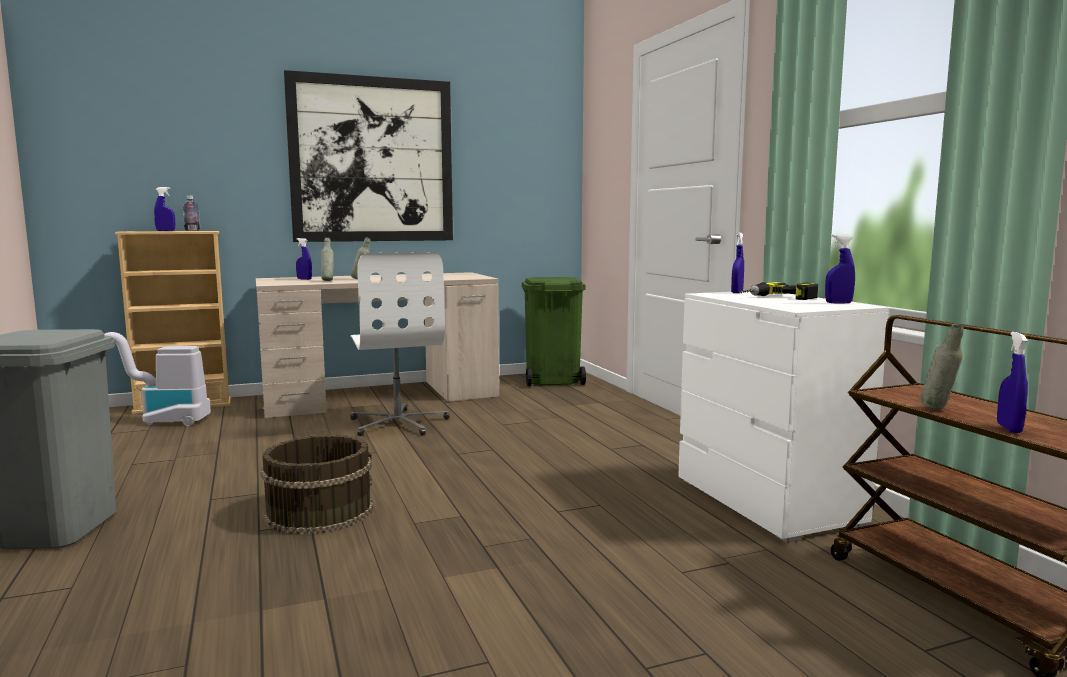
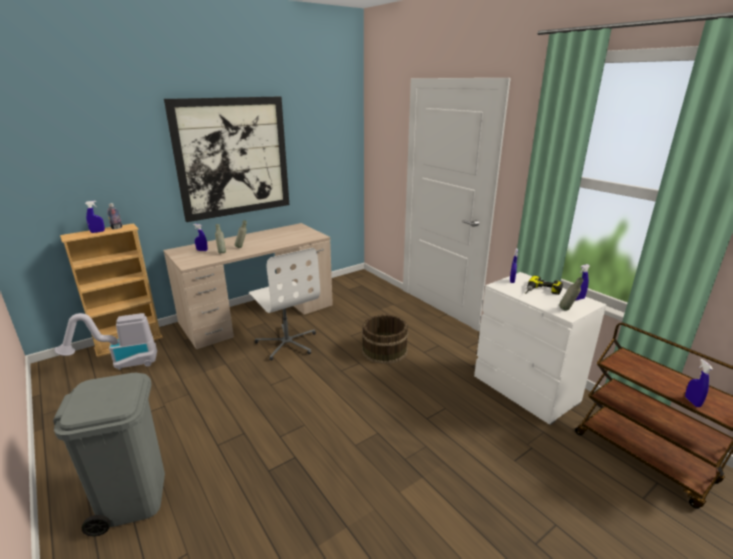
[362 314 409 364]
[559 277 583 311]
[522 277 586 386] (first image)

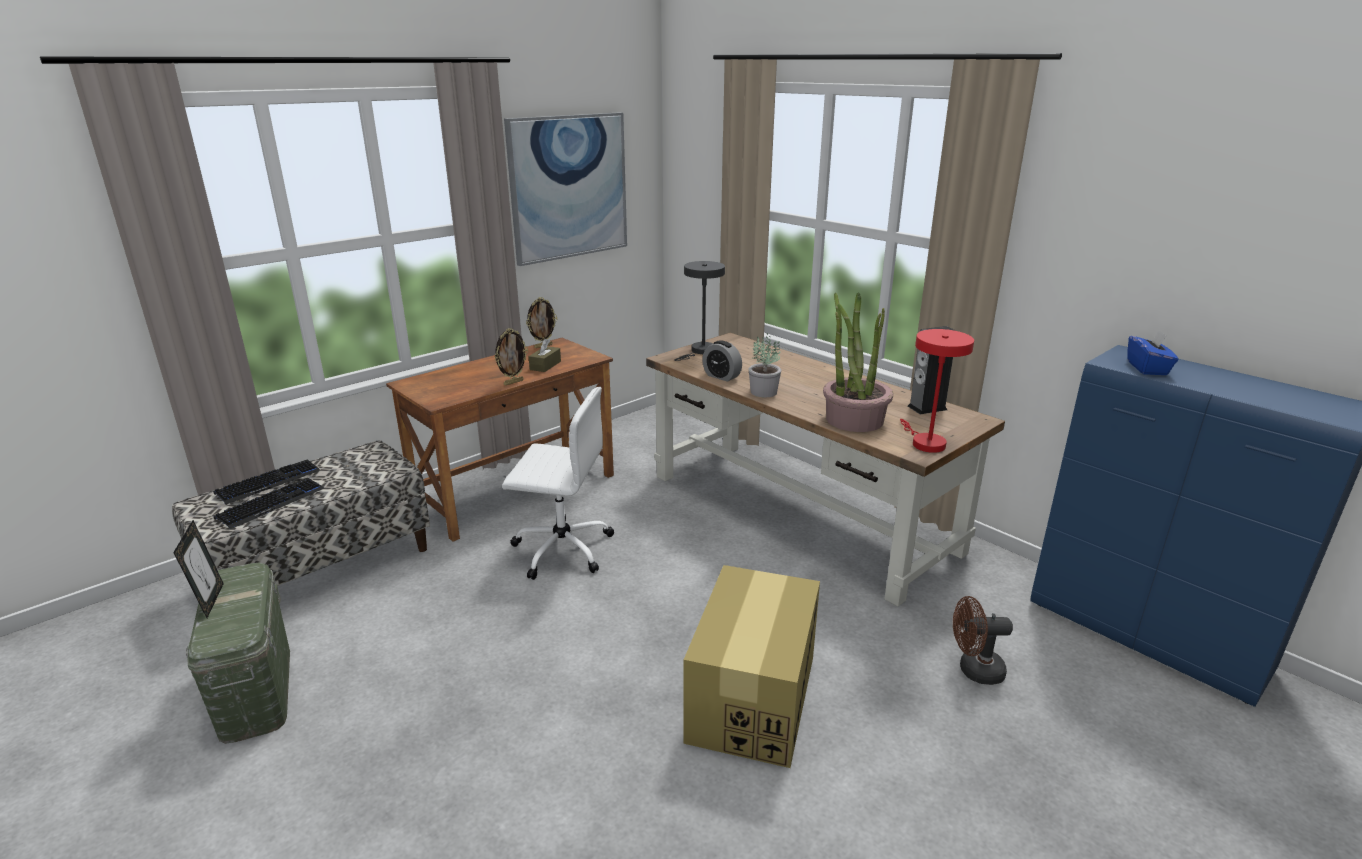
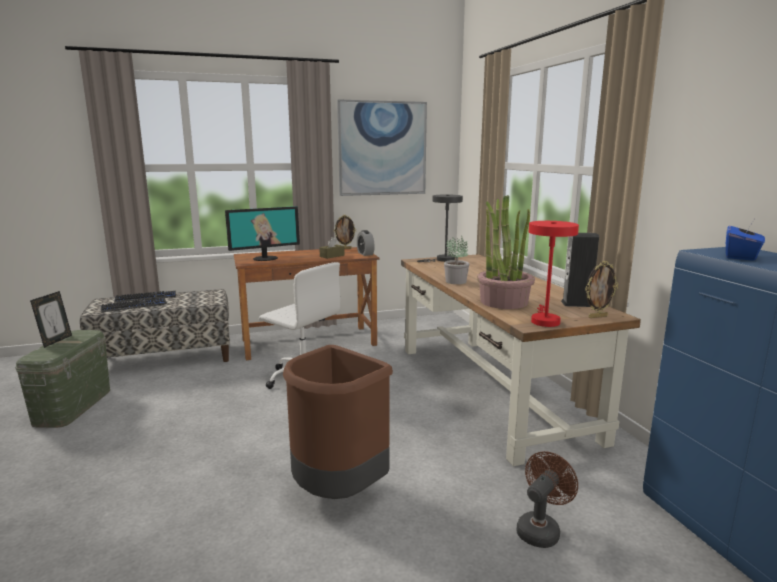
[225 206 300 261]
[283 345 393 499]
[357 230 375 256]
[516 451 578 548]
[585 261 618 318]

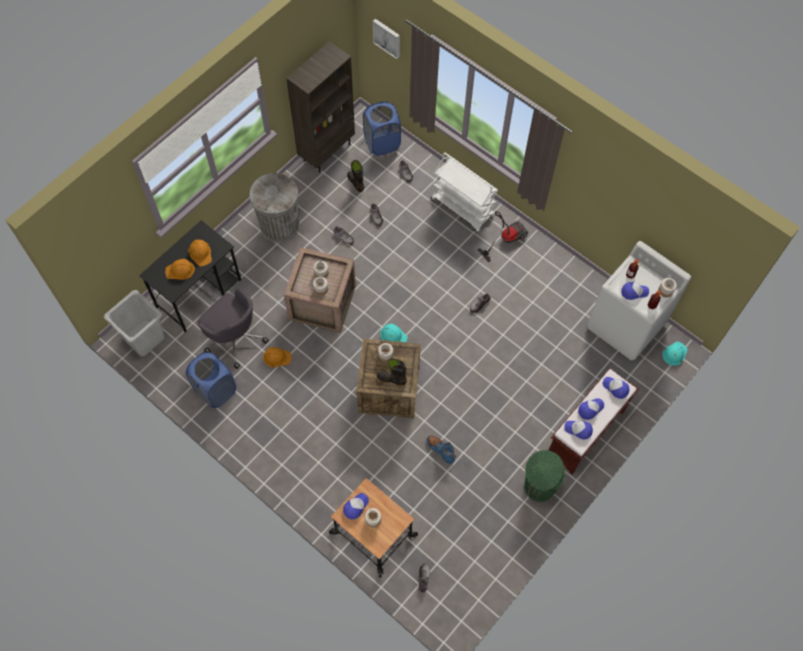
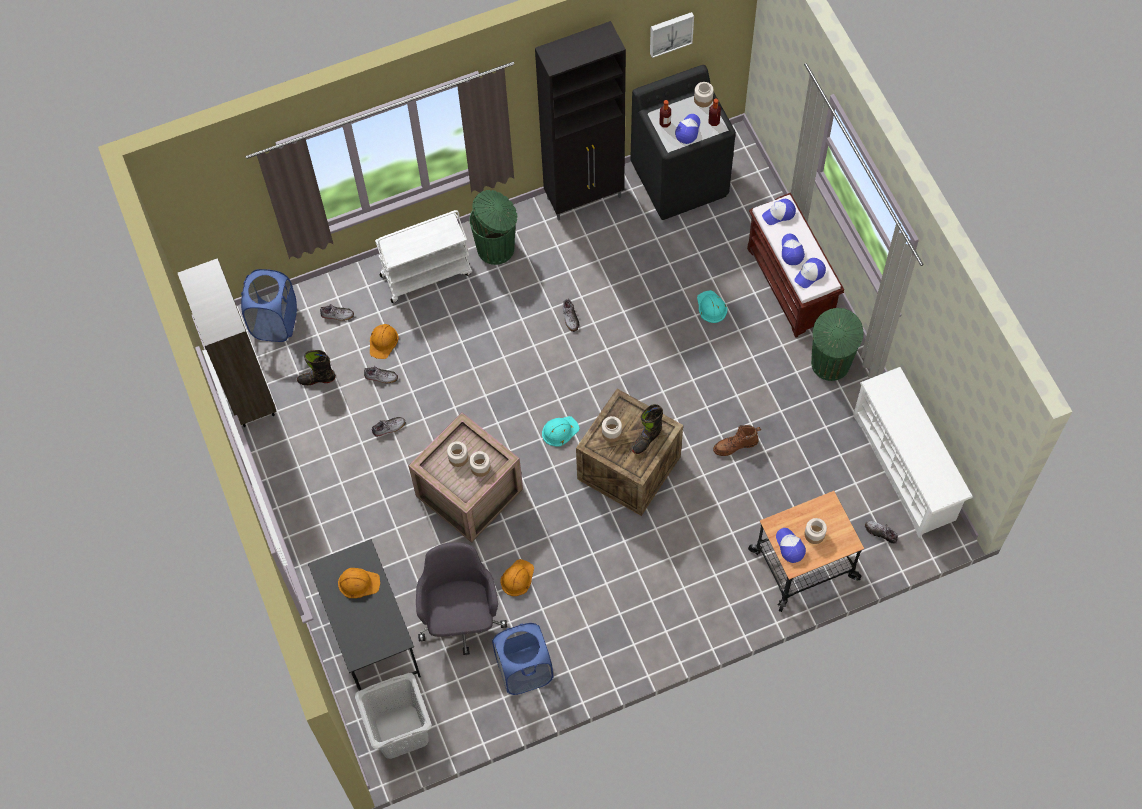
[370 324 399 359]
[416 542 507 655]
[469 190 518 265]
[535 21 626 221]
[630 65 736 220]
[650 12 694 58]
[697 290 728 323]
[713 425 761 456]
[853 367 973 538]
[250 173 300 243] (first image)

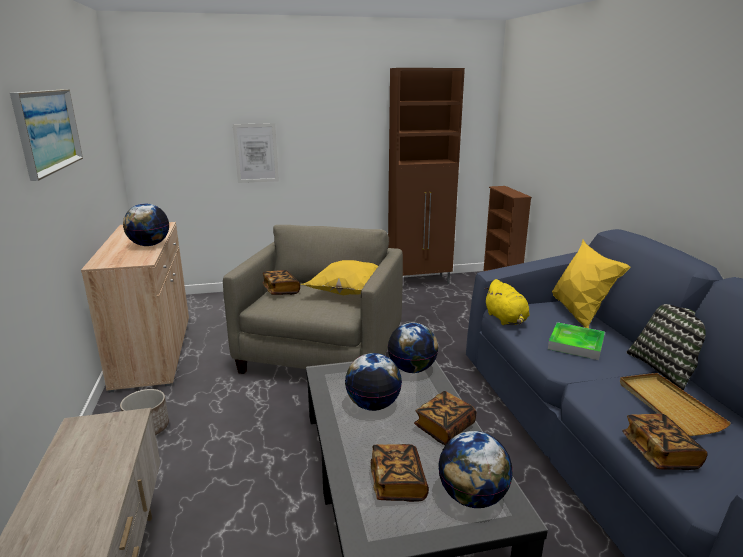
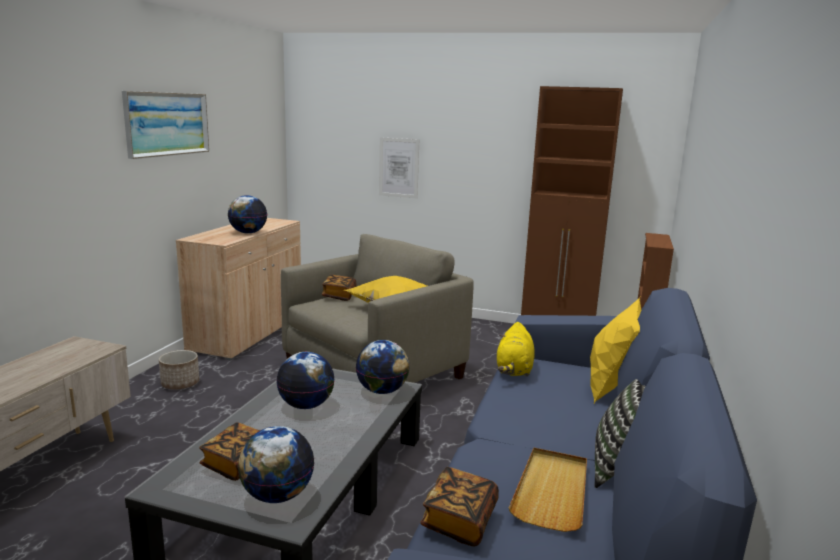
[414 391 476 445] (first image)
[548 322 605 360] (first image)

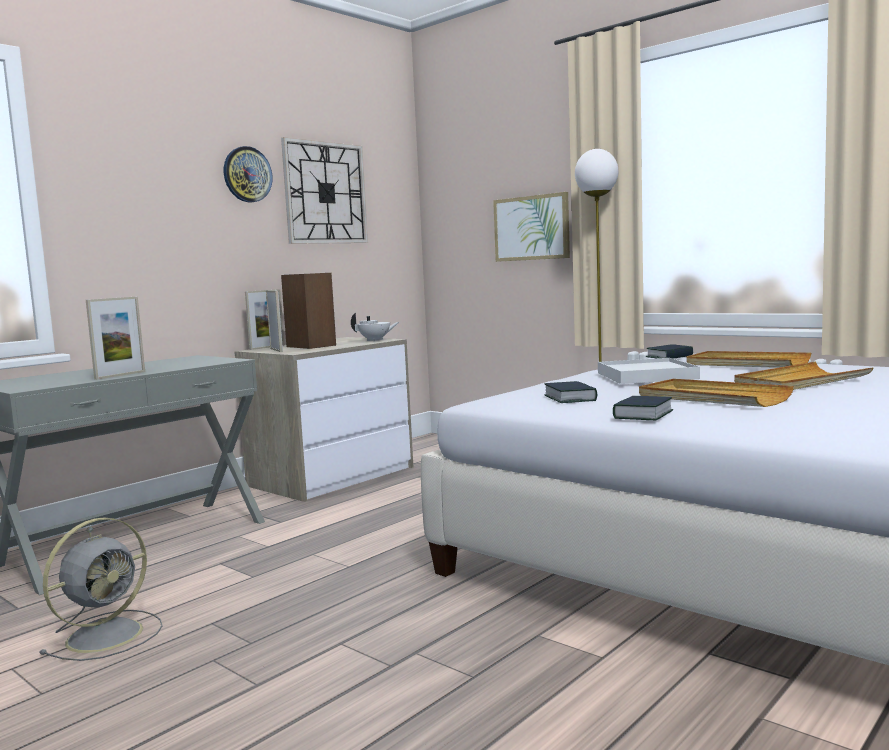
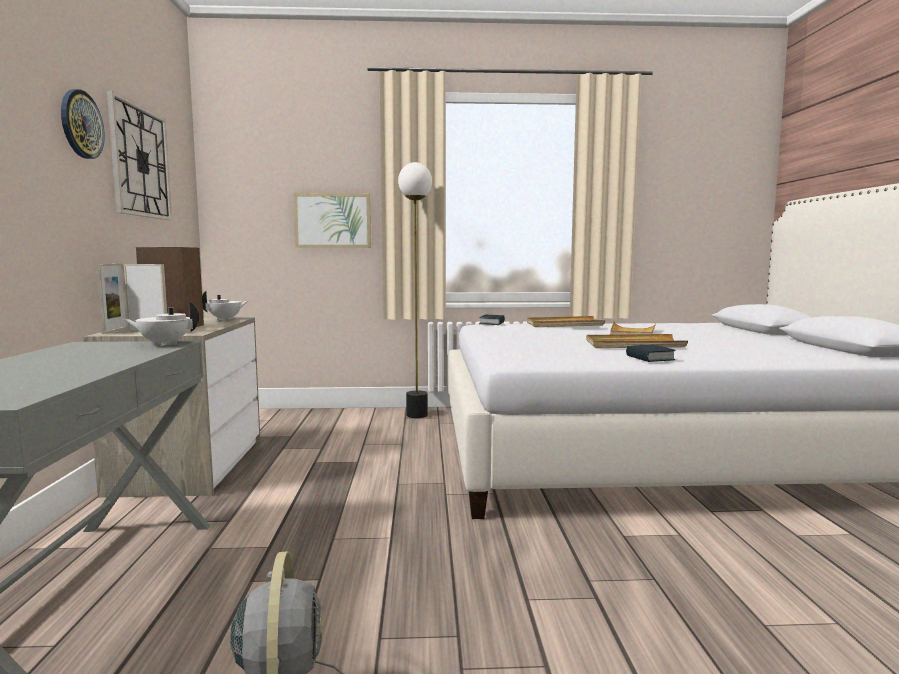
[124 301 199 346]
[86 297 145 380] (first image)
[544 381 597 403] (first image)
[598 358 700 384] (first image)

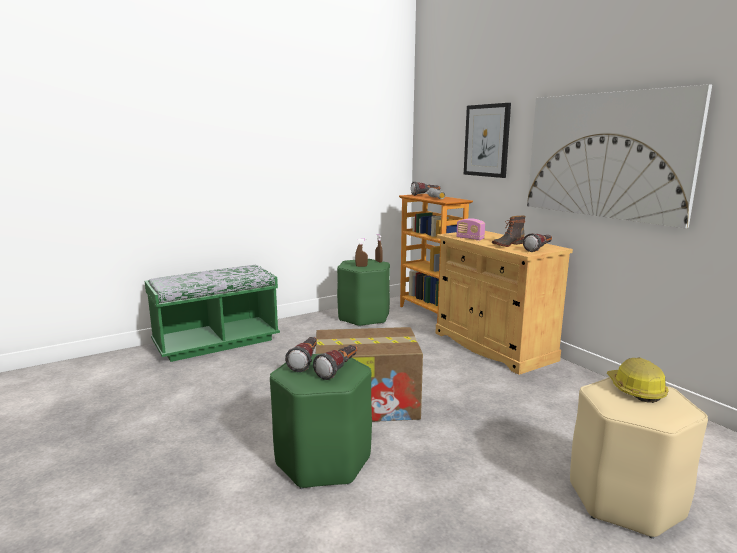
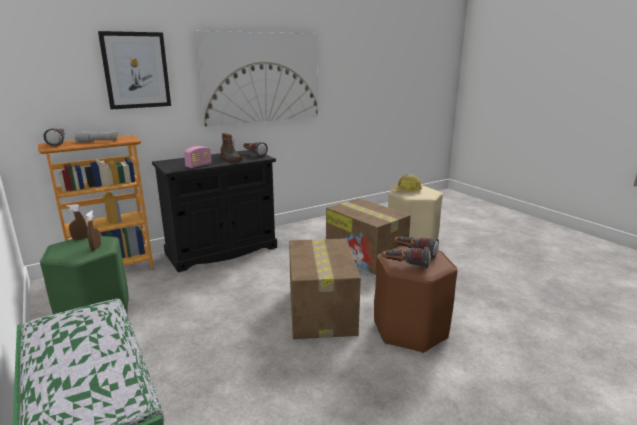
[152 150 277 272]
[326 198 411 275]
[374 245 458 353]

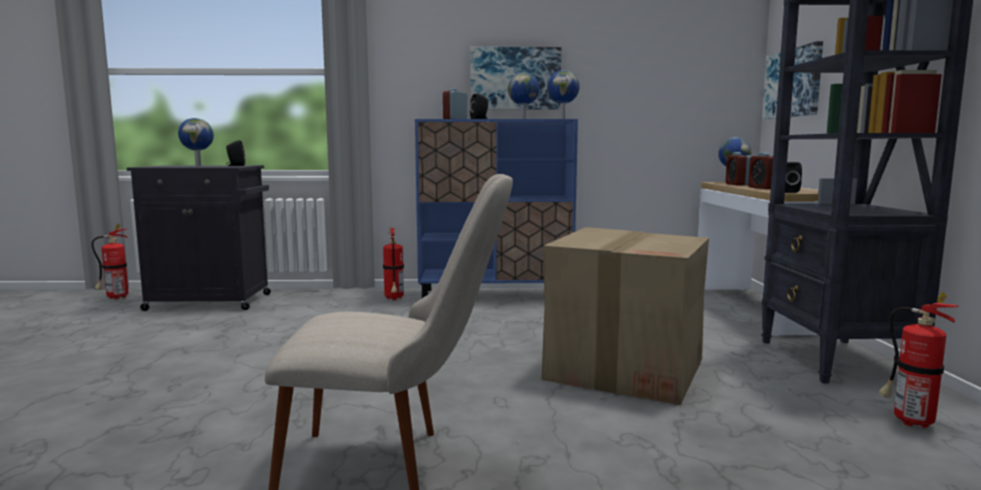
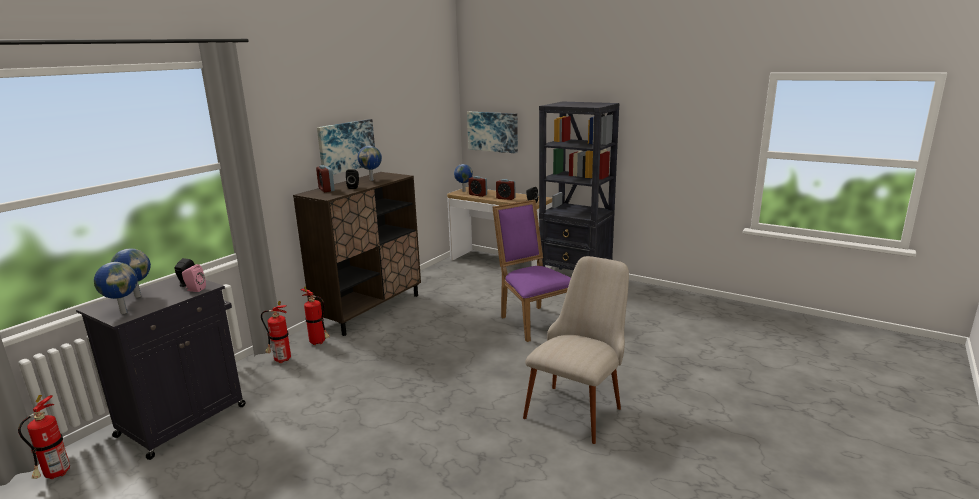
[94 262 137 314]
[182 264 206 292]
[261 301 291 363]
[293 172 421 336]
[493 200 571 342]

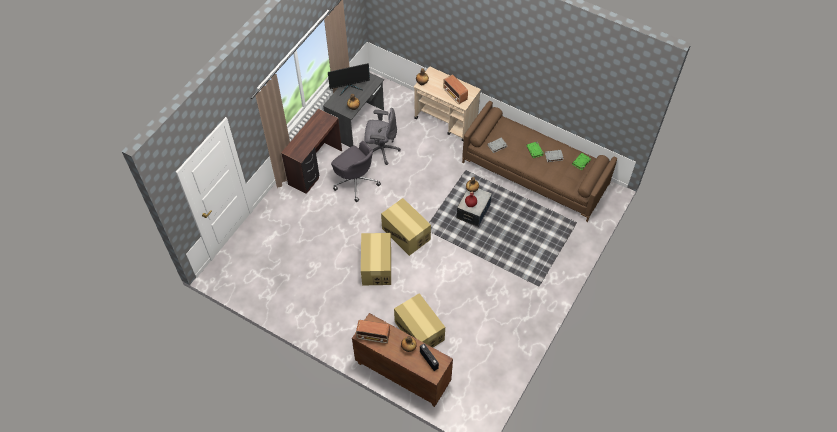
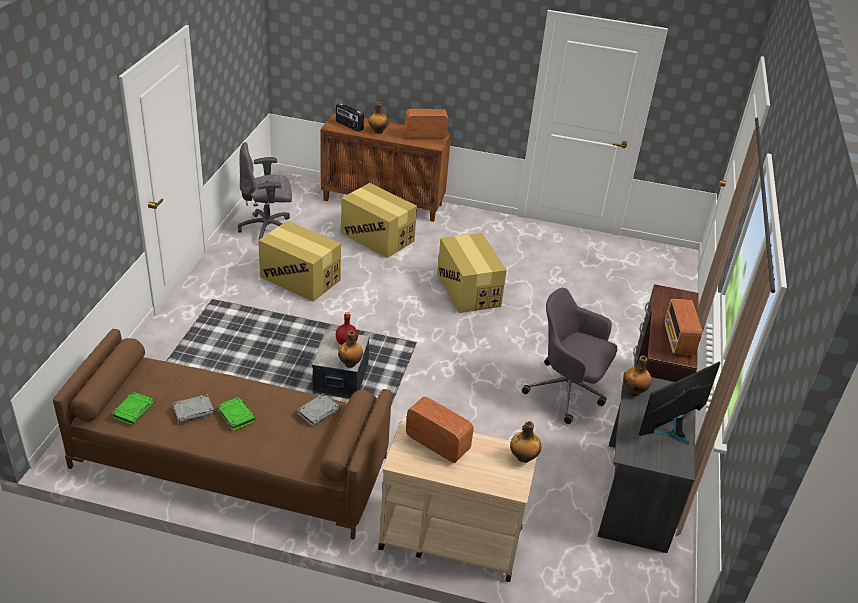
[238 142 292 239]
[258 221 341 302]
[665 299 702 356]

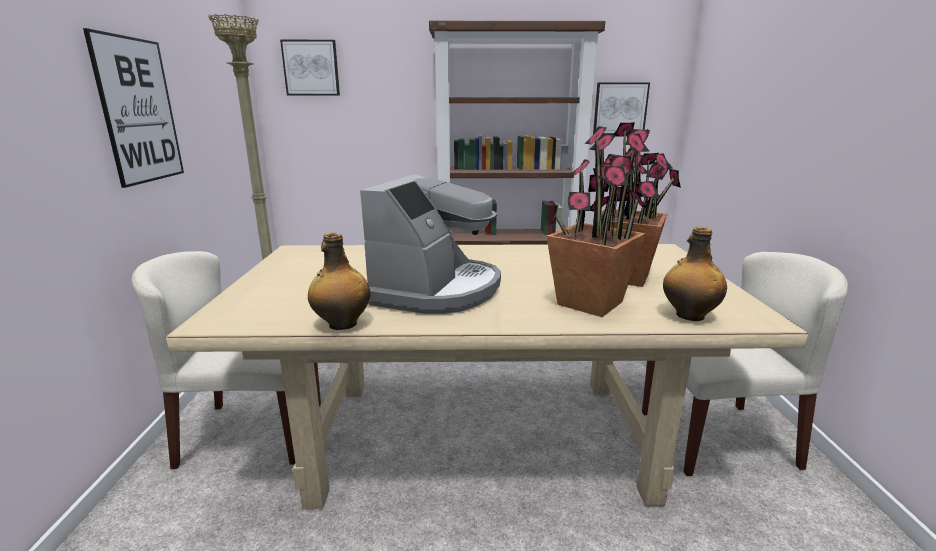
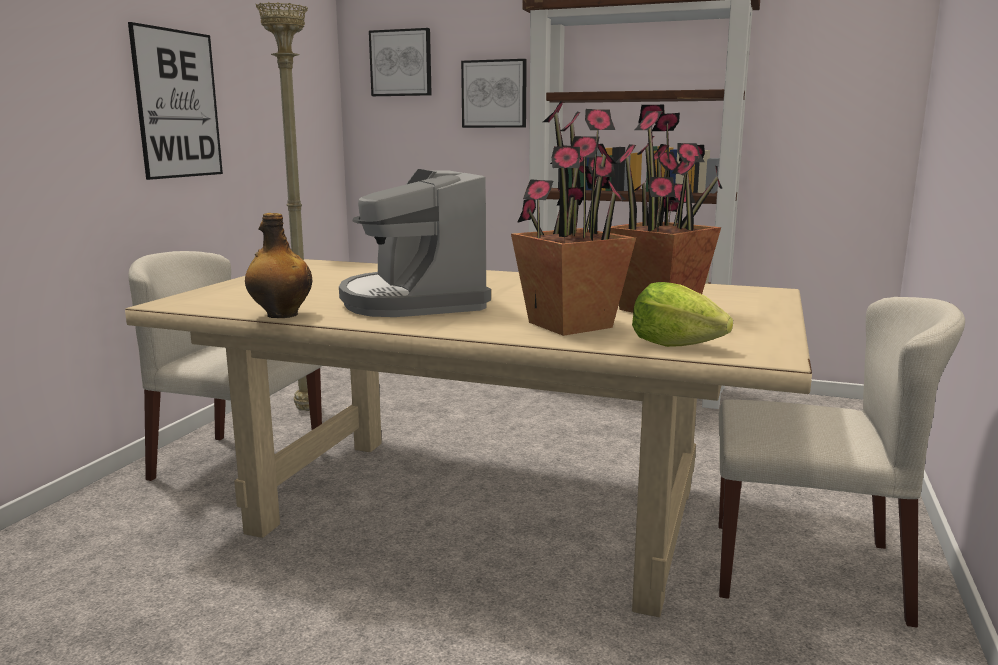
[339 169 491 317]
[461 59 527 128]
[632 282 733 347]

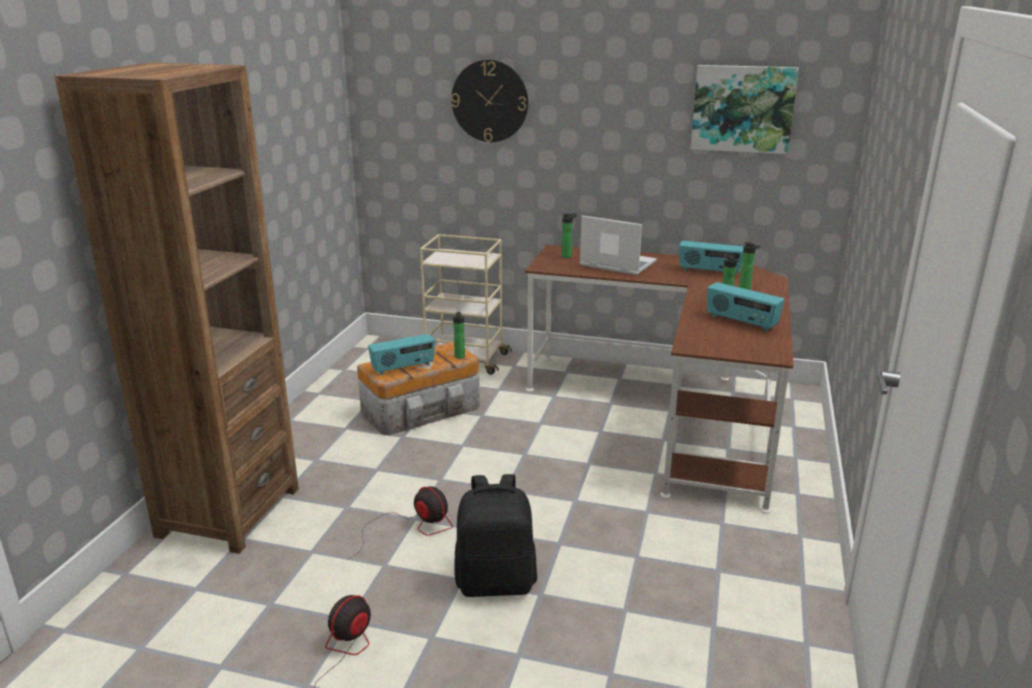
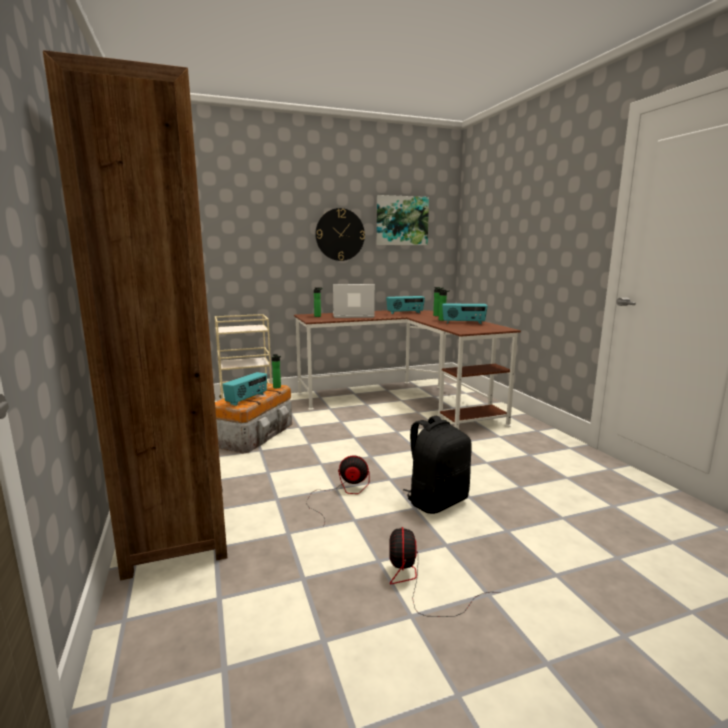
[315 208 365 261]

